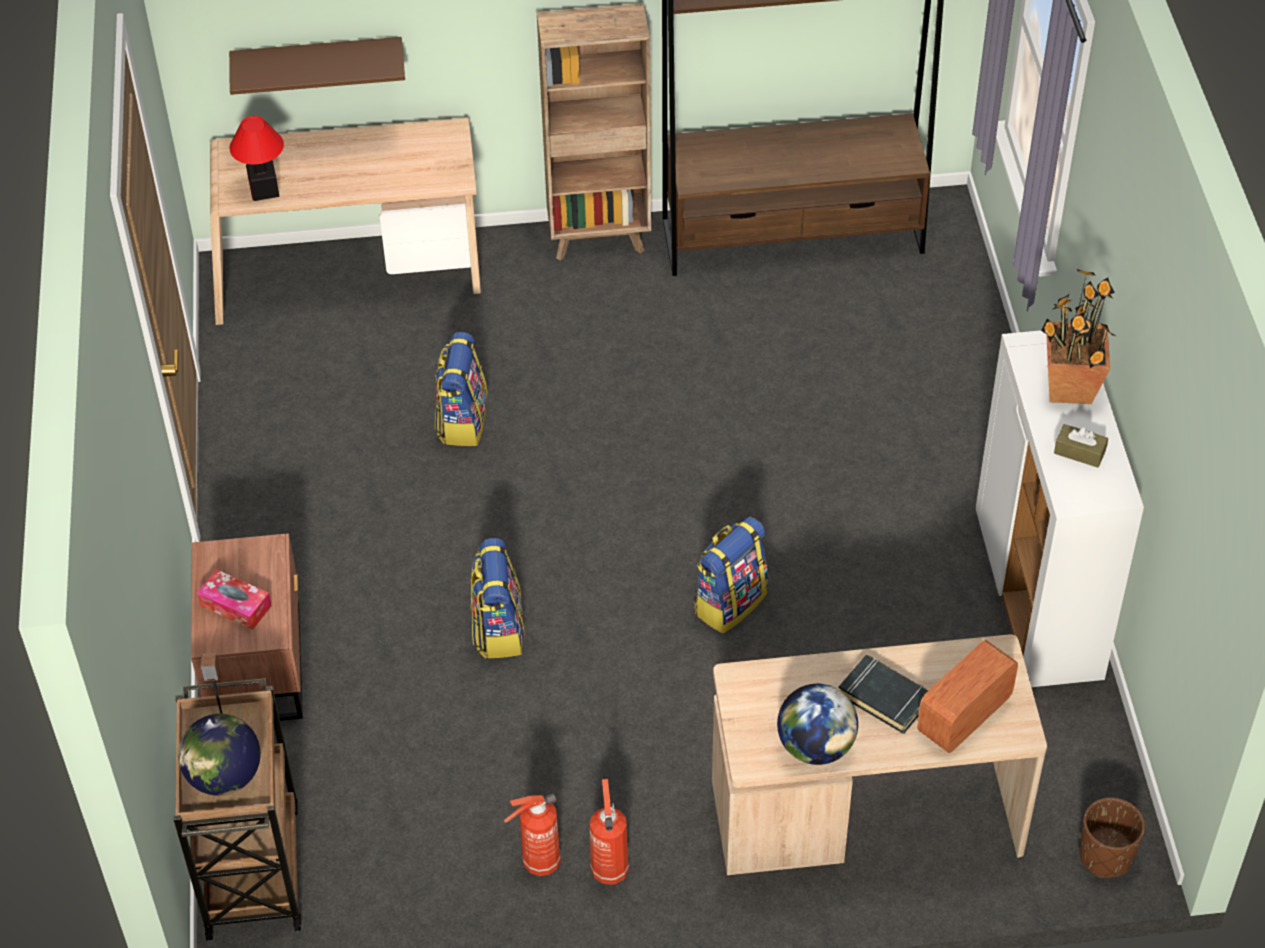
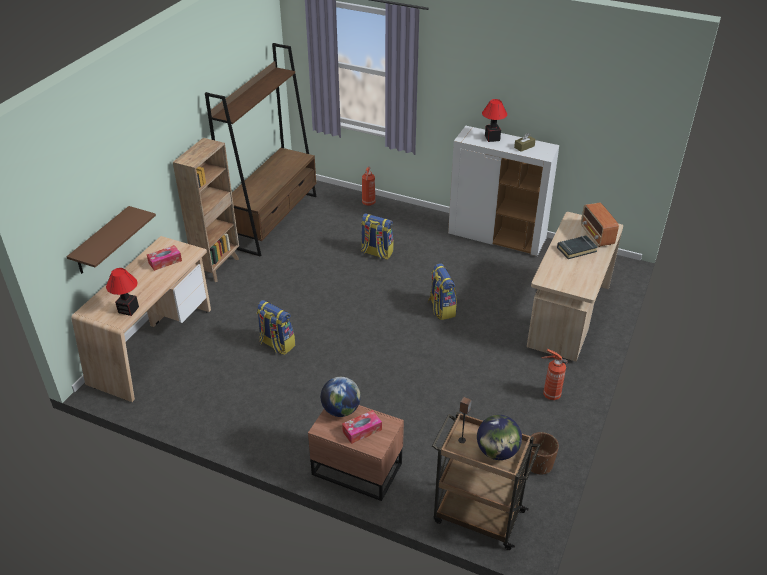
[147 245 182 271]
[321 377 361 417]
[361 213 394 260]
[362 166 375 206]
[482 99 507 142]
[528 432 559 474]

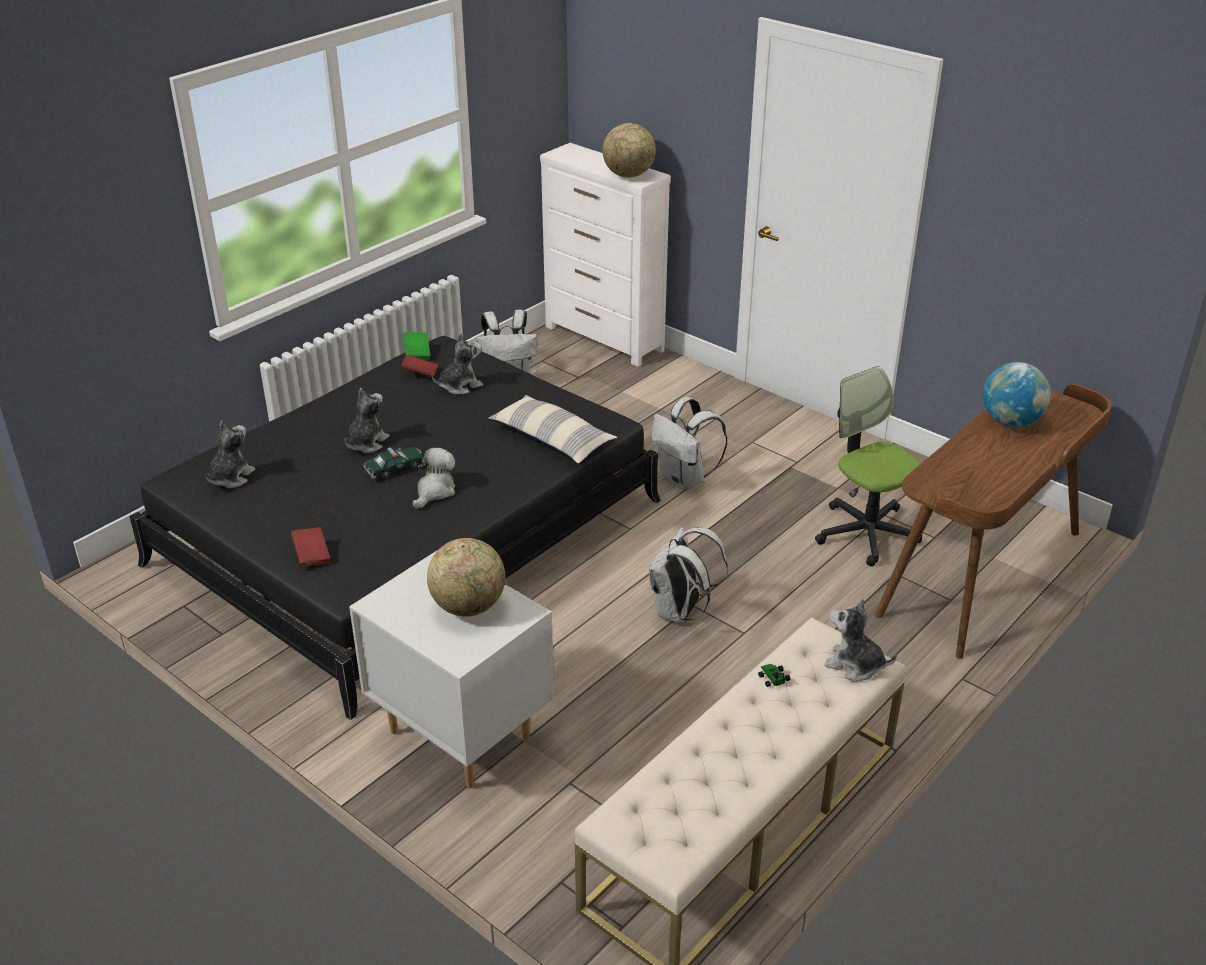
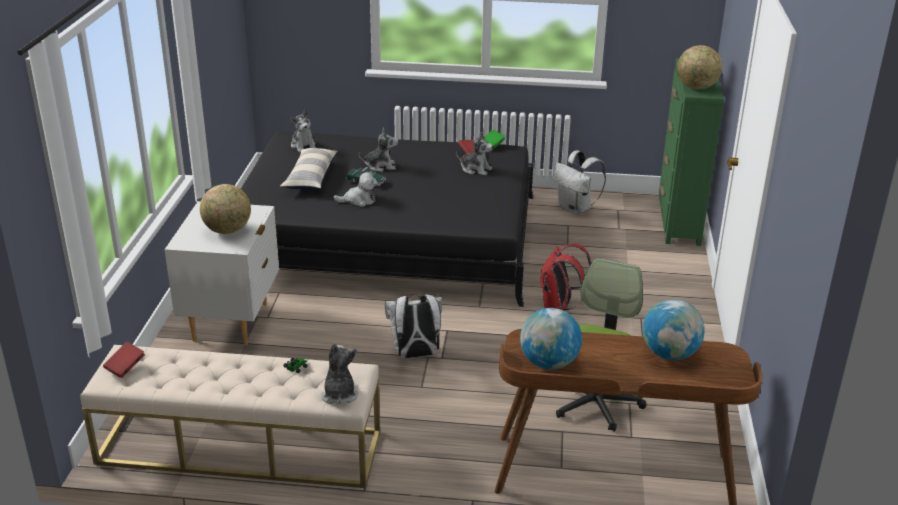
[103 342 145 378]
[280 148 338 190]
[290 110 316 153]
[520 308 582 370]
[540 244 591 311]
[659 58 724 246]

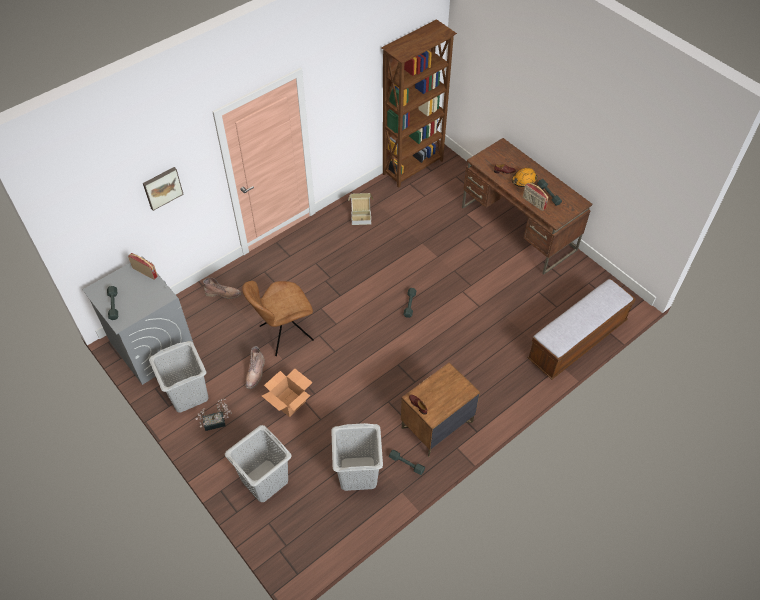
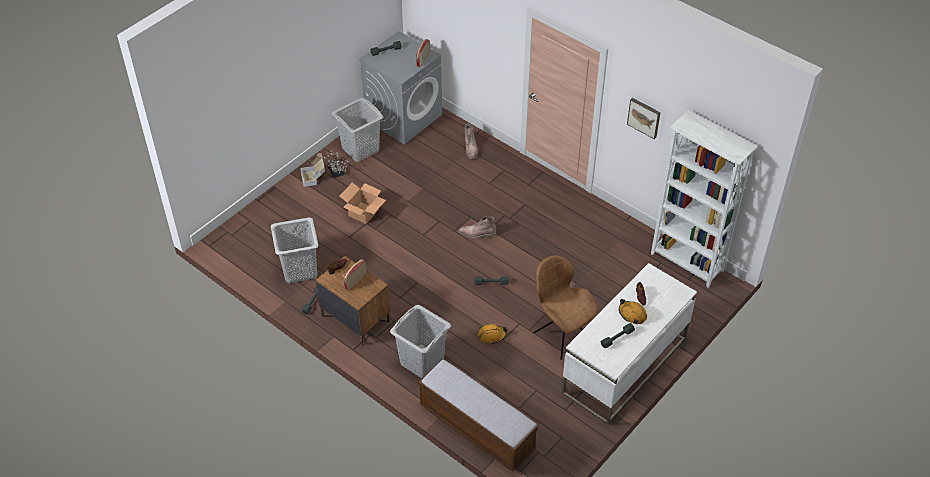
[300 153 325 187]
[343 259 367 290]
[390 305 451 378]
[459 216 496 239]
[478 324 508 344]
[533 255 598 360]
[562 263 697 425]
[627 98 661 139]
[651 110 757 288]

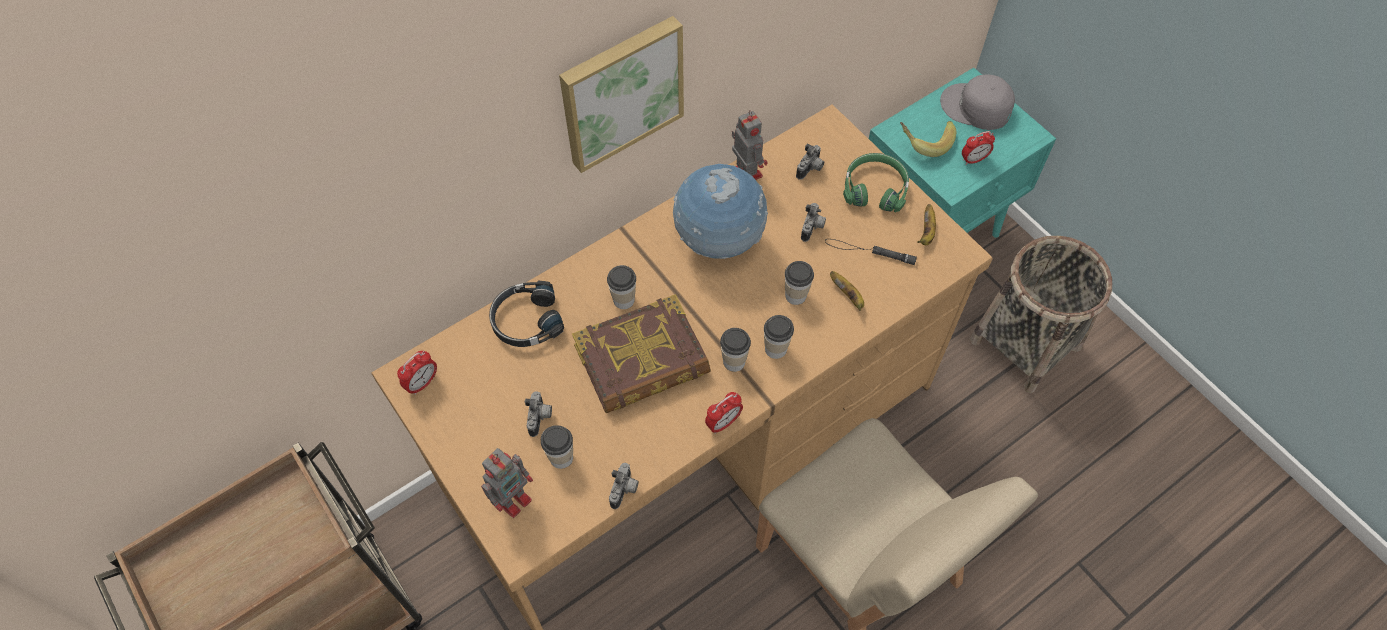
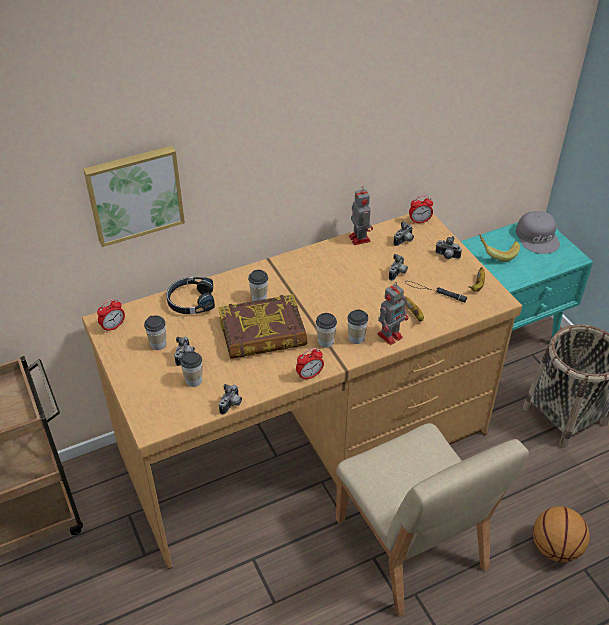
[83 146 185 247]
[144 315 166 350]
[377 282 408 345]
[409 196 433 224]
[435 236 462 259]
[516 211 560 254]
[533 506 590 562]
[673 164 768 259] (first image)

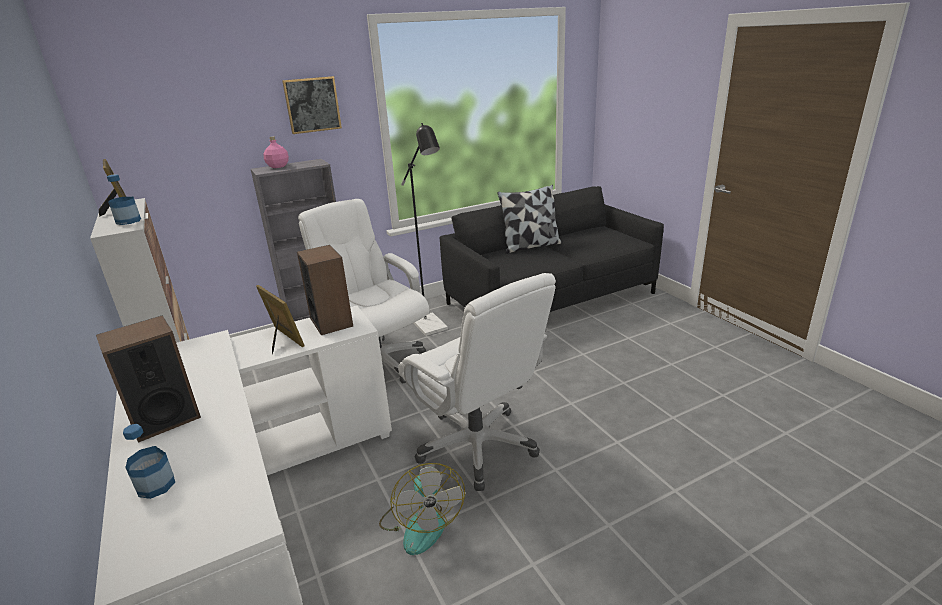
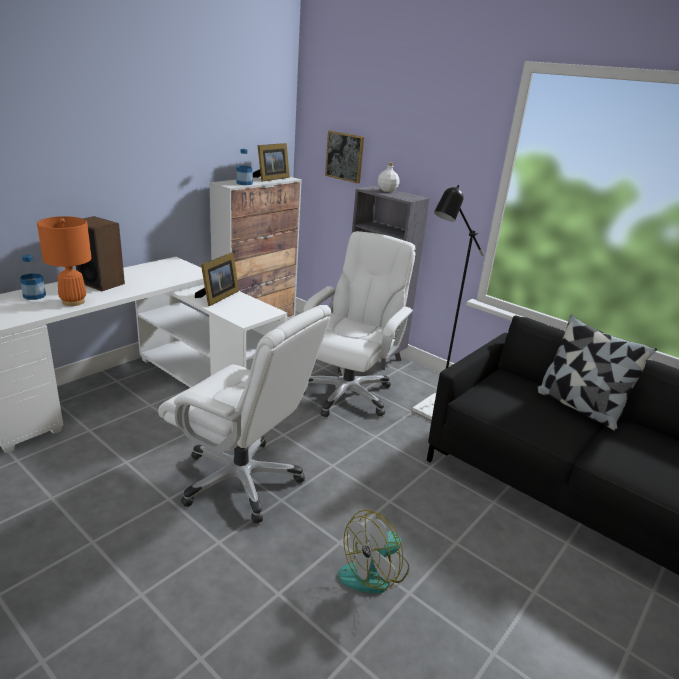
[37 216 92 306]
[158 305 331 523]
[325 131 364 183]
[338 510 410 593]
[378 162 400 192]
[297 245 353 335] (first image)

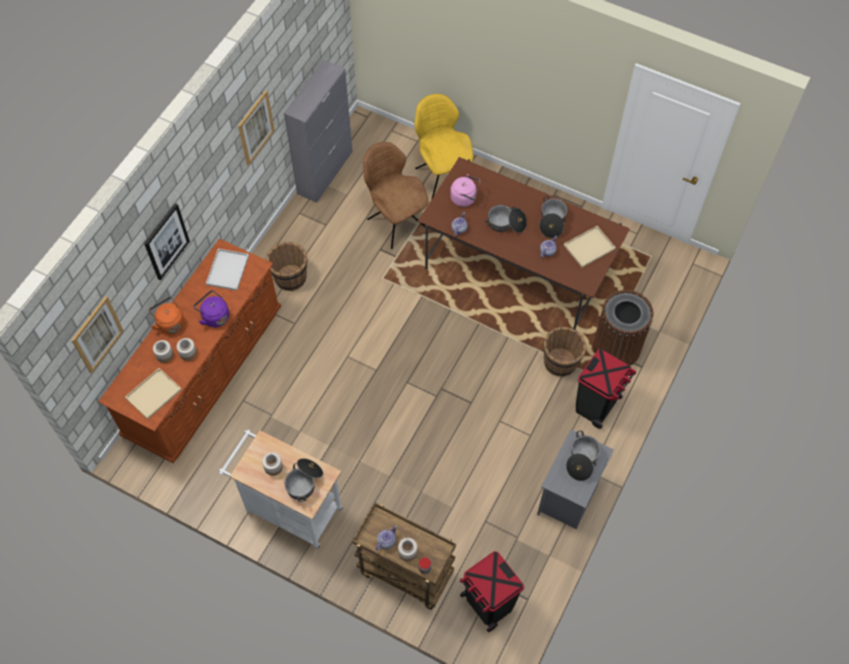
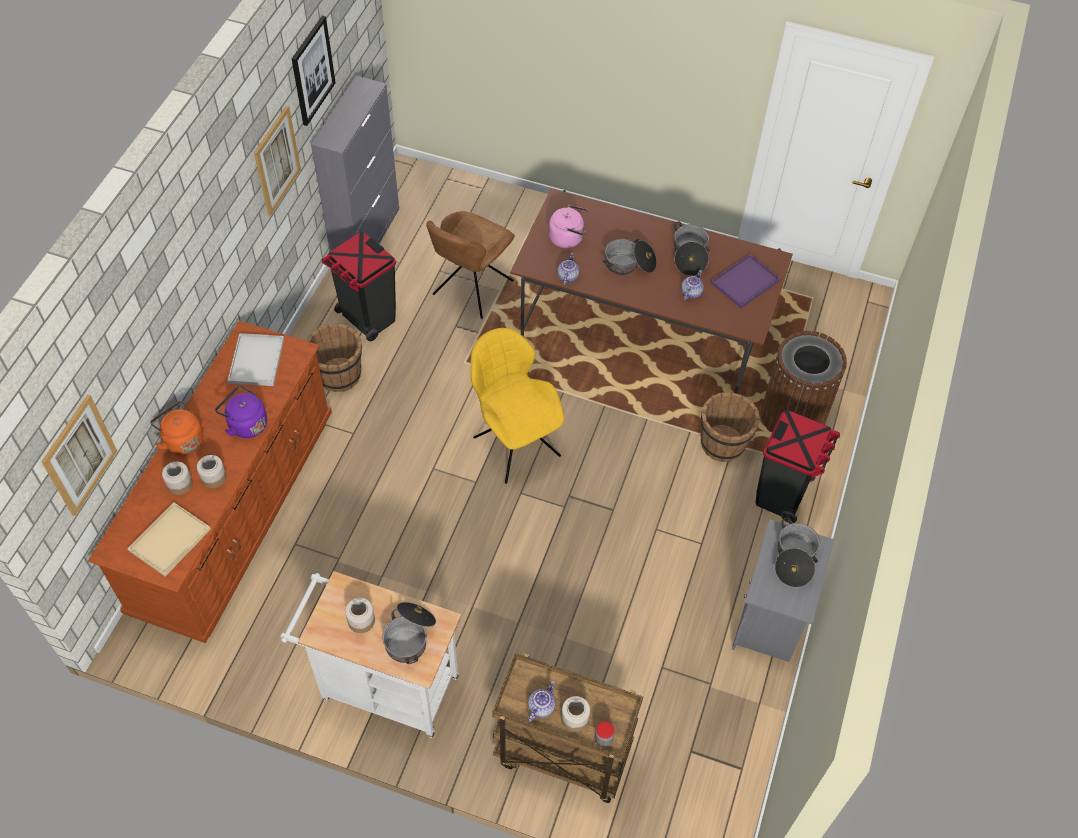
[292 16 336 126]
[322 231 396 342]
[426 211 515 319]
[471 328 564 484]
[711 254 781 308]

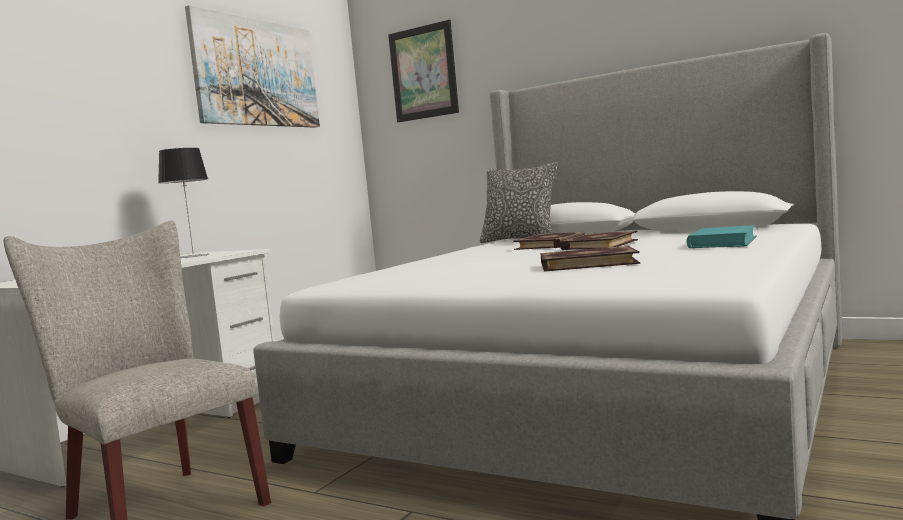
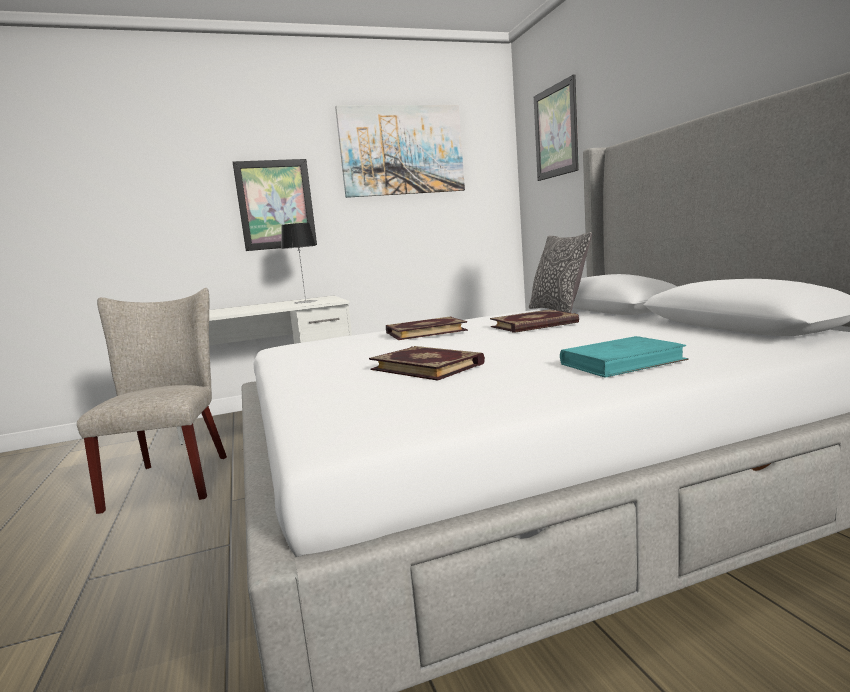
[232 159 317 251]
[386 316 468 340]

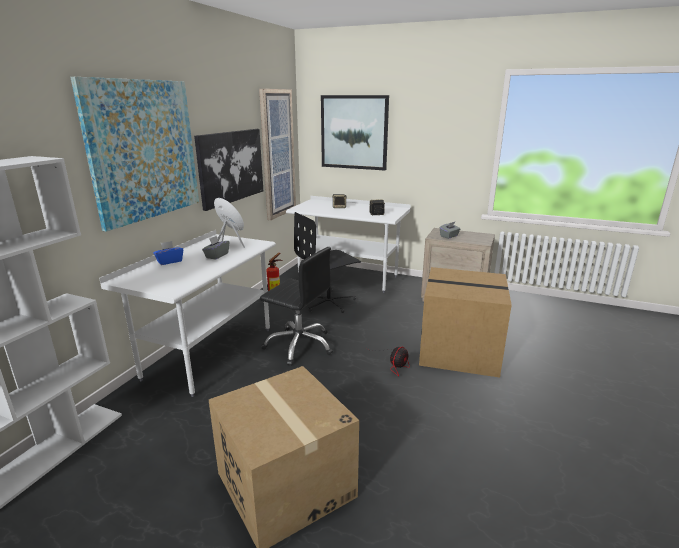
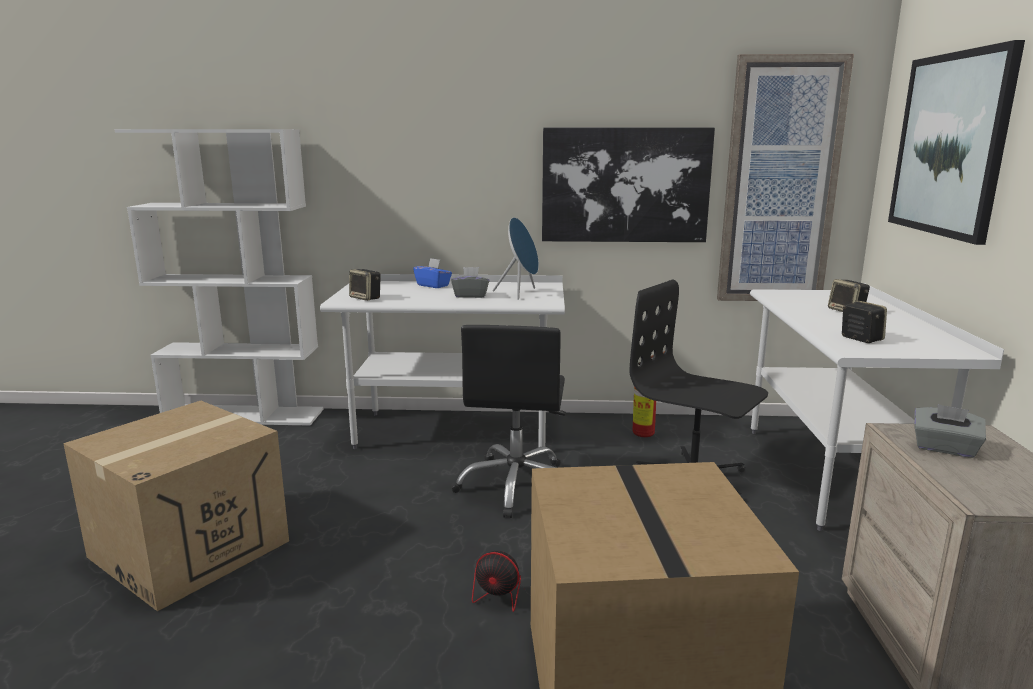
[349 269 380 301]
[70 77 199 232] (first image)

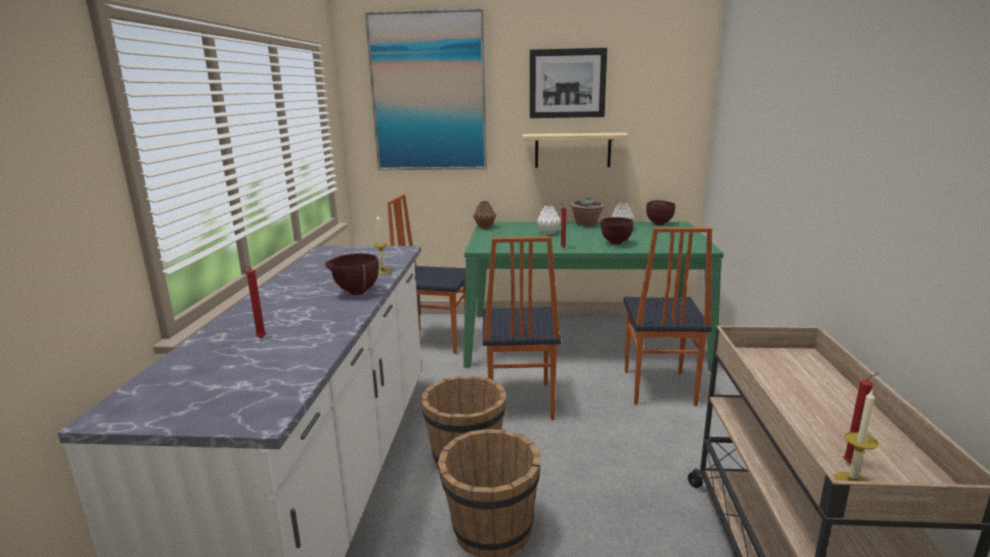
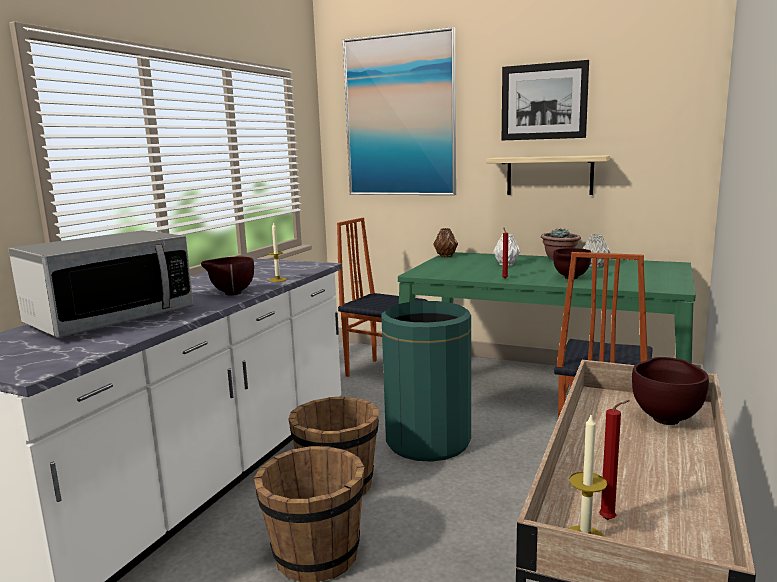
[8 230 193 338]
[381 301 471 462]
[632 357 709 425]

